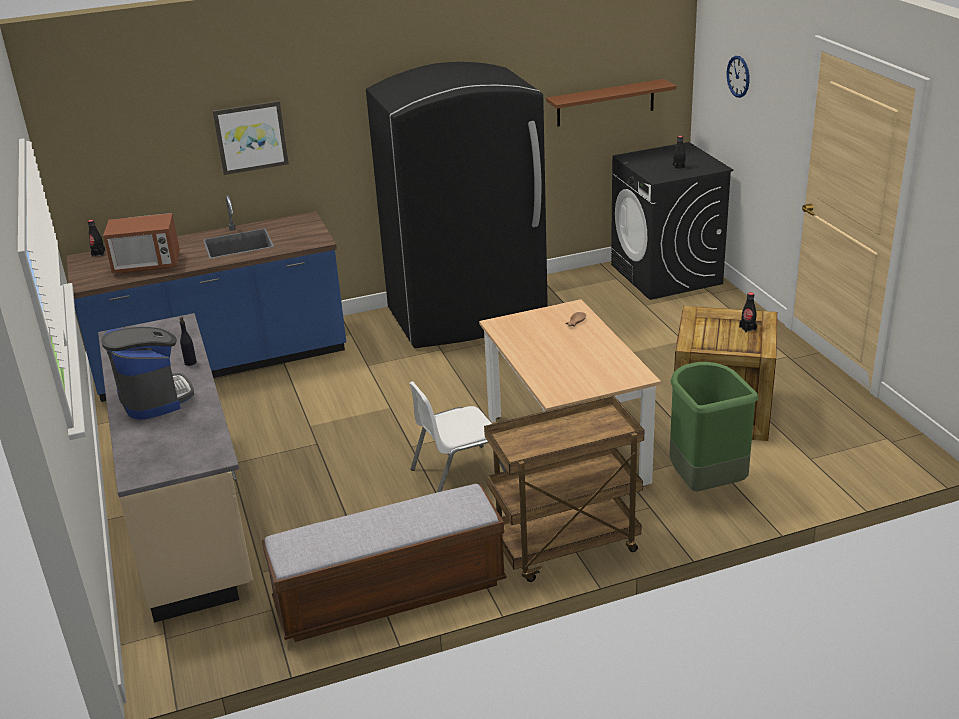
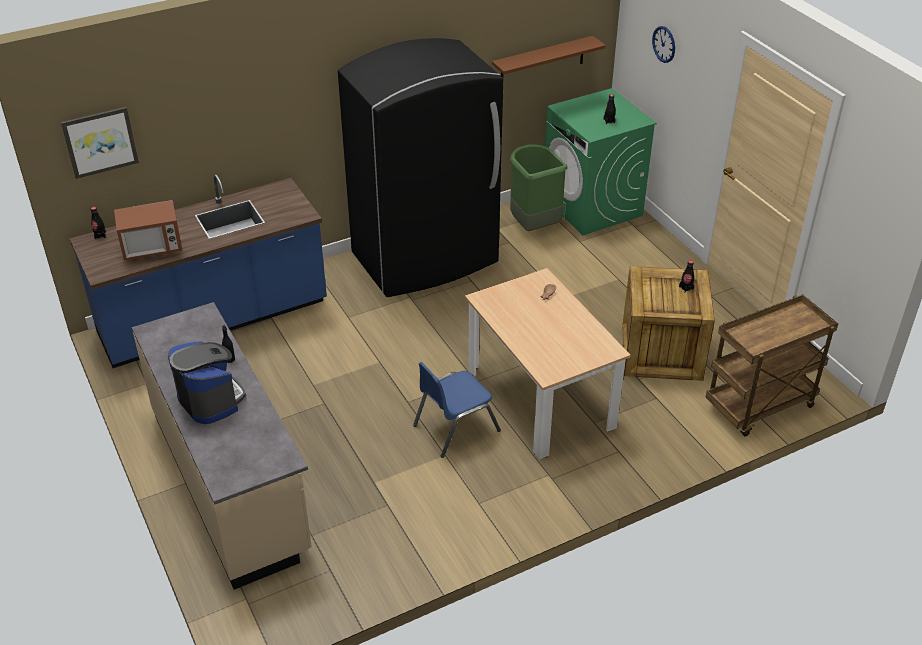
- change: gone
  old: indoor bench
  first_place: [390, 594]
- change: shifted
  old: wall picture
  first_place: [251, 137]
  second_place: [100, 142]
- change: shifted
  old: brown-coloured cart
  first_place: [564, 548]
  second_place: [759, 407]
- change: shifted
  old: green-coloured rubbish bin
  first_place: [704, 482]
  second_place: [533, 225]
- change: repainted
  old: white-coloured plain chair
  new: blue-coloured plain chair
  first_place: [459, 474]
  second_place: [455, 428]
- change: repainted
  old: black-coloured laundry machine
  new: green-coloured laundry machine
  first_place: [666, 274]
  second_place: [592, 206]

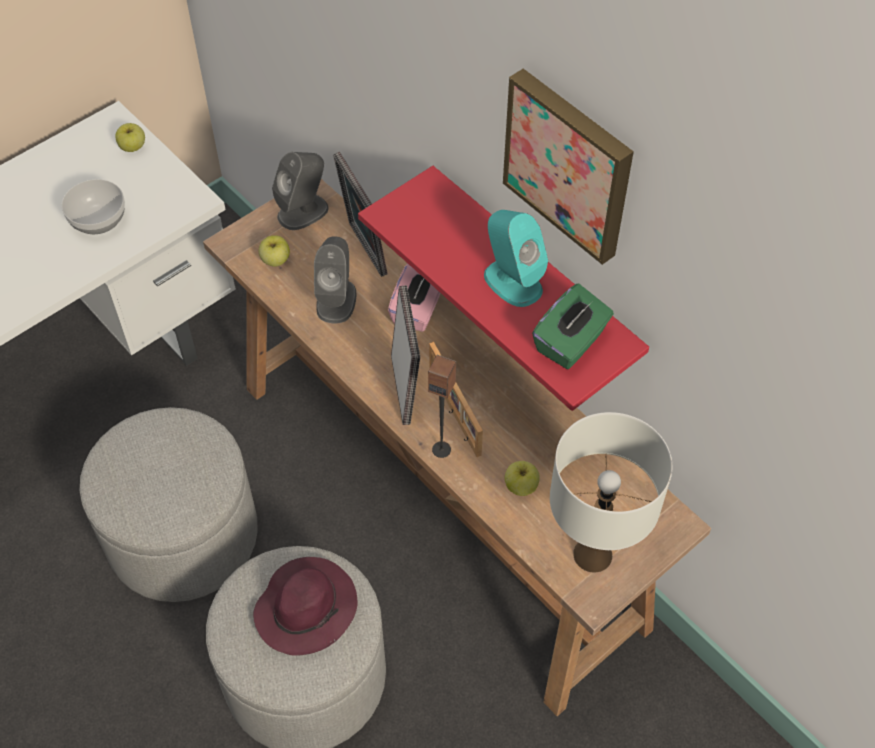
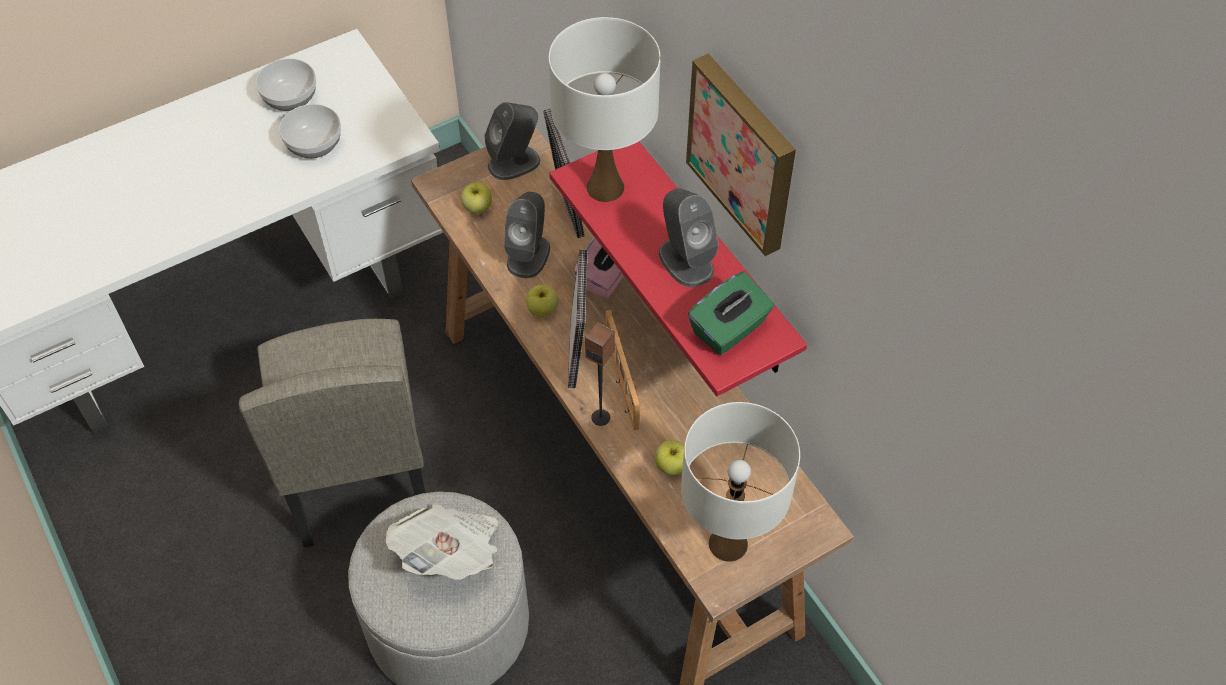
- change: new
  new: bowl
  second_place: [289, 98]
- change: new
  new: white-coloured lamp for a table
  second_place: [605, 188]
- change: shifted
  old: whole apple
  first_place: [133, 147]
  second_place: [543, 310]
- change: swapped
  old: greyish ottoman
  new: sand-coloured plain chair
  first_place: [183, 535]
  second_place: [356, 466]
- change: swapped
  old: purple wearable hat
  new: daily paper
  first_place: [307, 607]
  second_place: [450, 553]
- change: repainted
  old: turquoise-coloured speaker
  new: greyish speaker
  first_place: [512, 281]
  second_place: [685, 261]

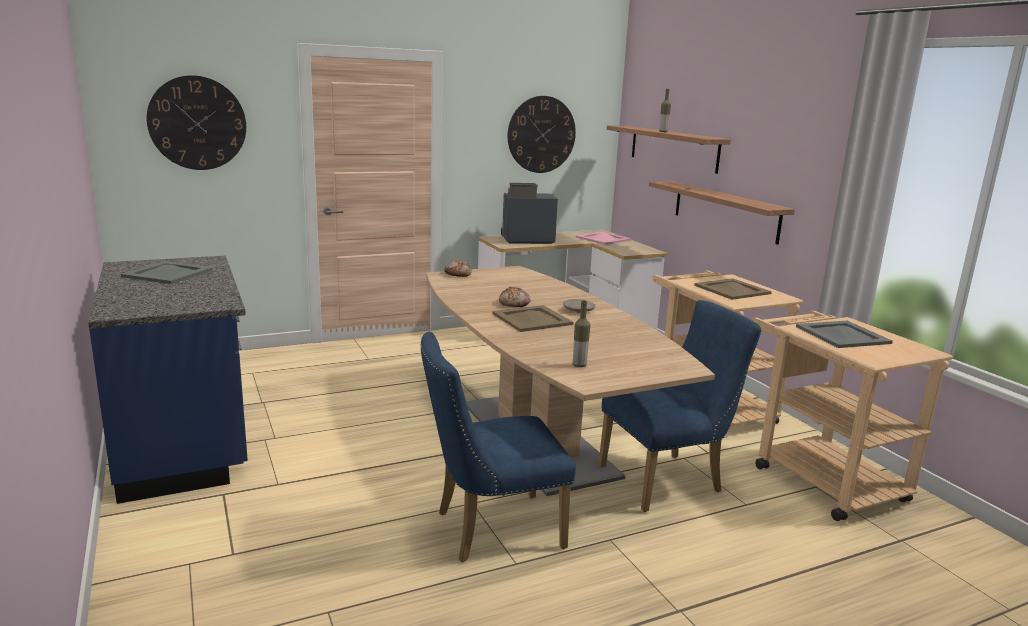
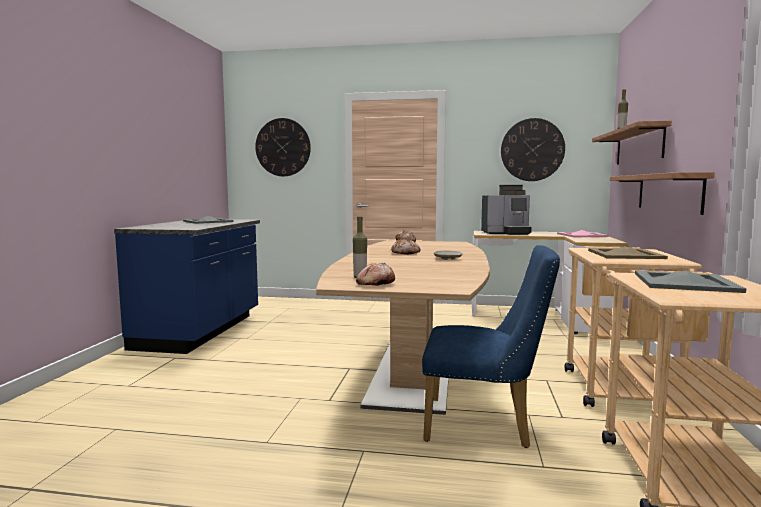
- change: gone
  old: blue-coloured plain chair
  first_place: [489, 530]
- change: gone
  old: sand-coloured serving tray
  first_place: [531, 319]
- change: new
  new: bread
  second_place: [375, 283]
- change: rotated
  old: coffee brewer
  first_place: [525, 240]
  second_place: [506, 233]
  degrees: 150

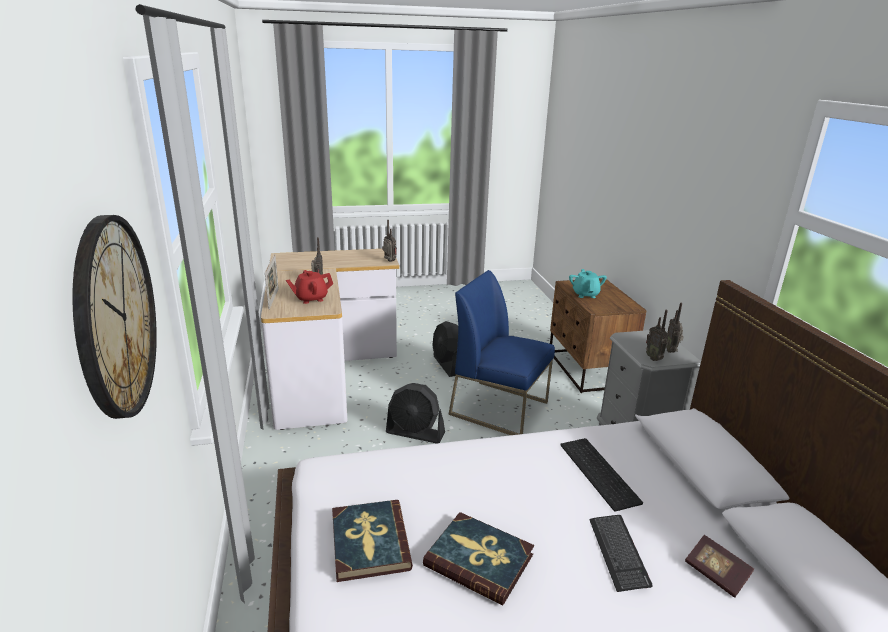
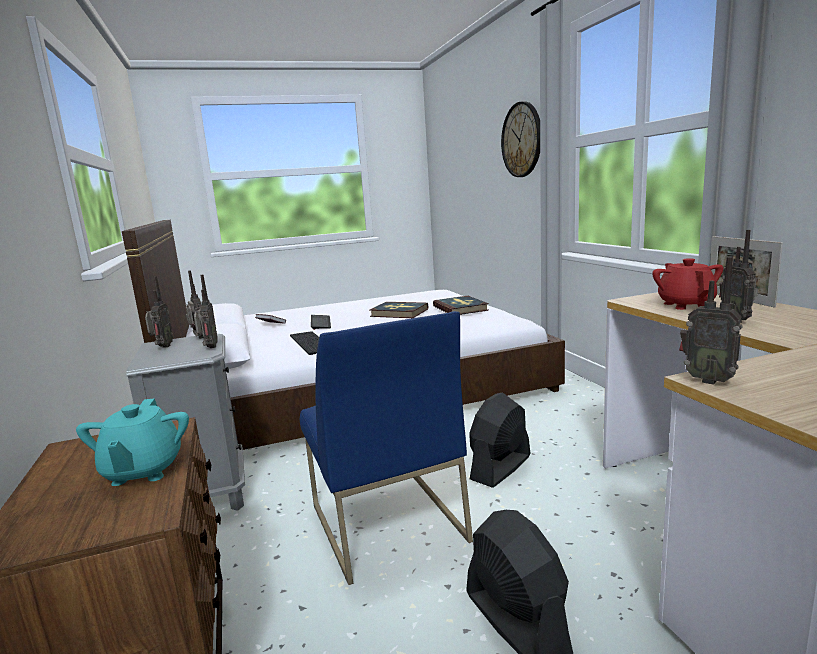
- change: new
  new: radio receiver
  second_place: [209, 348]
- change: rotated
  old: red-coloured tea pot
  first_place: [311, 298]
  second_place: [685, 305]
  degrees: -60
- change: rotated
  old: black-coloured electric fan
  first_place: [415, 433]
  second_place: [500, 467]
  degrees: -60
- change: rotated
  old: blue-coloured plain chair
  first_place: [500, 408]
  second_place: [386, 522]
  degrees: 45

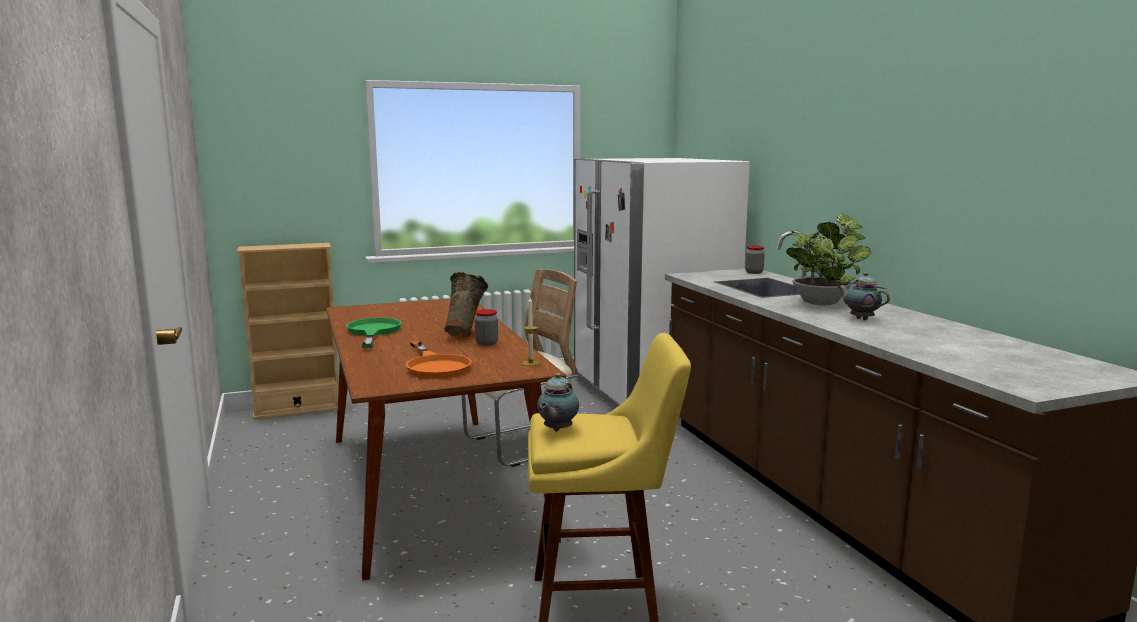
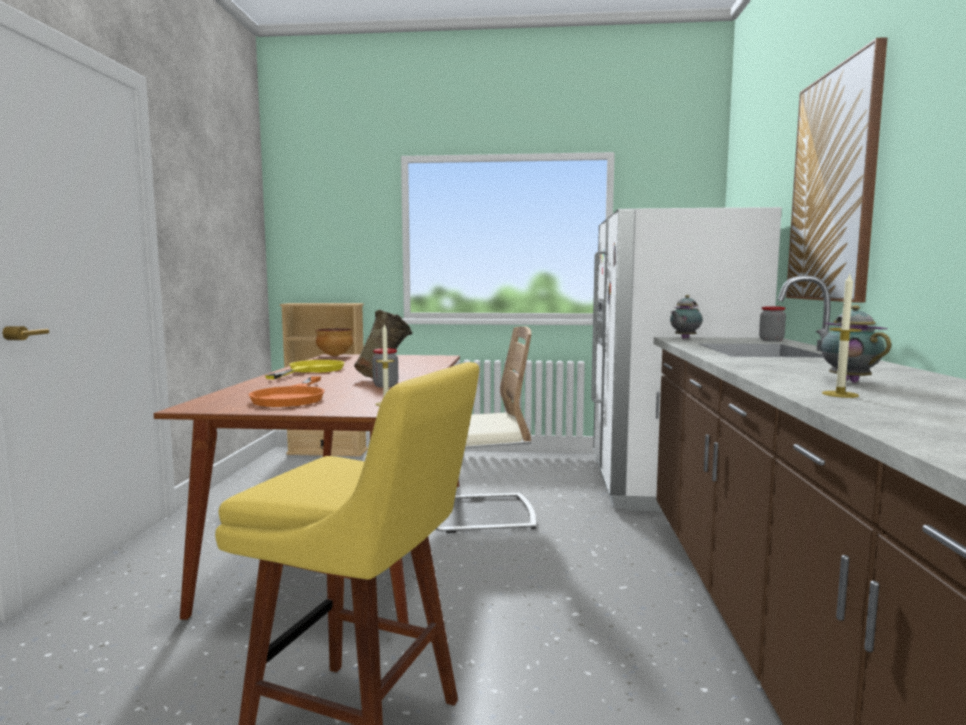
- change: gone
  old: plant in a pot
  first_place: [822, 302]
- change: new
  new: bowl
  second_place: [335, 356]
- change: new
  new: wall picture
  second_place: [834, 186]
- change: new
  new: wax candle
  second_place: [840, 394]
- change: shifted
  old: tea pot
  first_place: [556, 430]
  second_place: [684, 338]
- change: repainted
  old: green-coloured skillet
  new: yellowish skillet
  first_place: [373, 332]
  second_place: [311, 370]

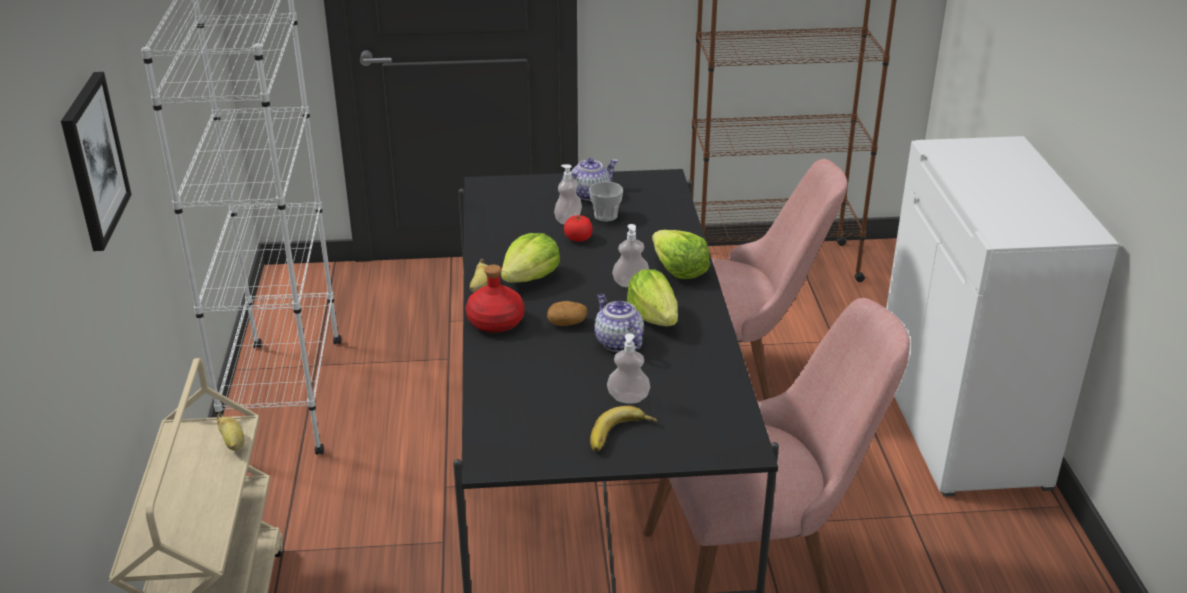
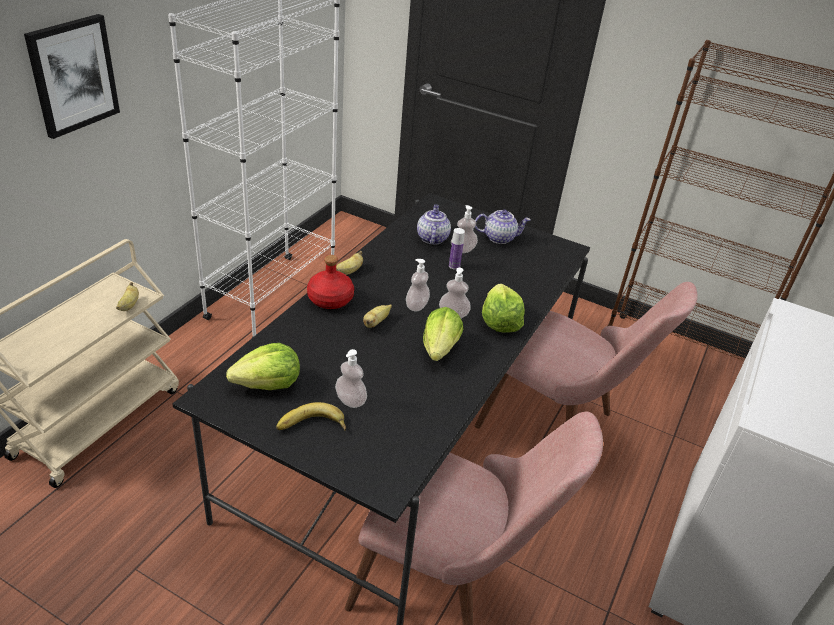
- change: gone
  old: cup
  first_place: [605, 216]
- change: new
  new: liquid soap bottle
  second_place: [416, 306]
- change: shifted
  old: lettuce head
  first_place: [530, 277]
  second_place: [268, 384]
- change: shifted
  old: tea pot
  first_place: [617, 342]
  second_place: [432, 238]
- change: swapped
  old: potato
  new: banana
  first_place: [567, 322]
  second_place: [376, 322]
- change: swapped
  old: fresh tomato
  new: beverage bottle
  first_place: [578, 238]
  second_place: [454, 266]

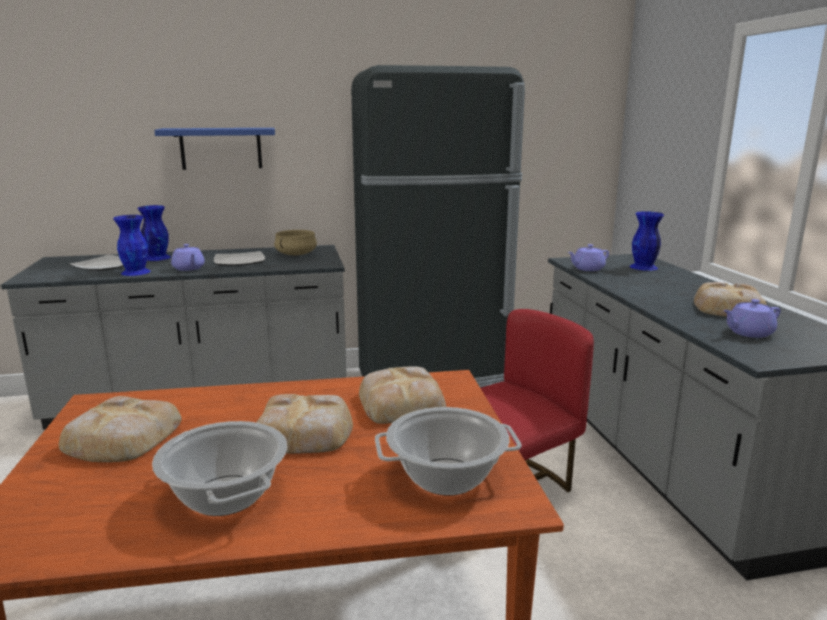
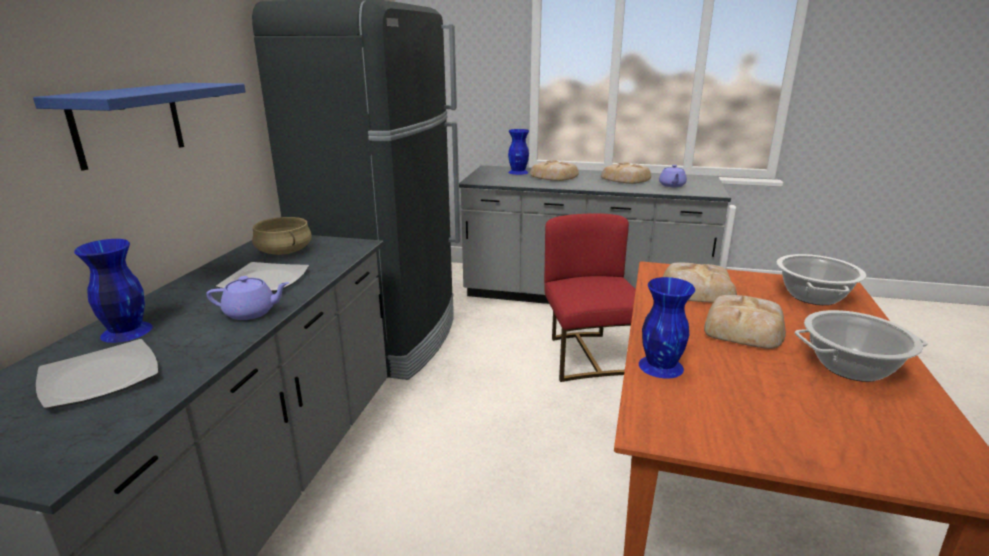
- change: gone
  old: purple tea pot
  first_place: [587, 269]
- change: shifted
  old: bread
  first_place: [120, 438]
  second_place: [554, 176]
- change: shifted
  old: blue-coloured decorative vase
  first_place: [136, 272]
  second_place: [660, 366]

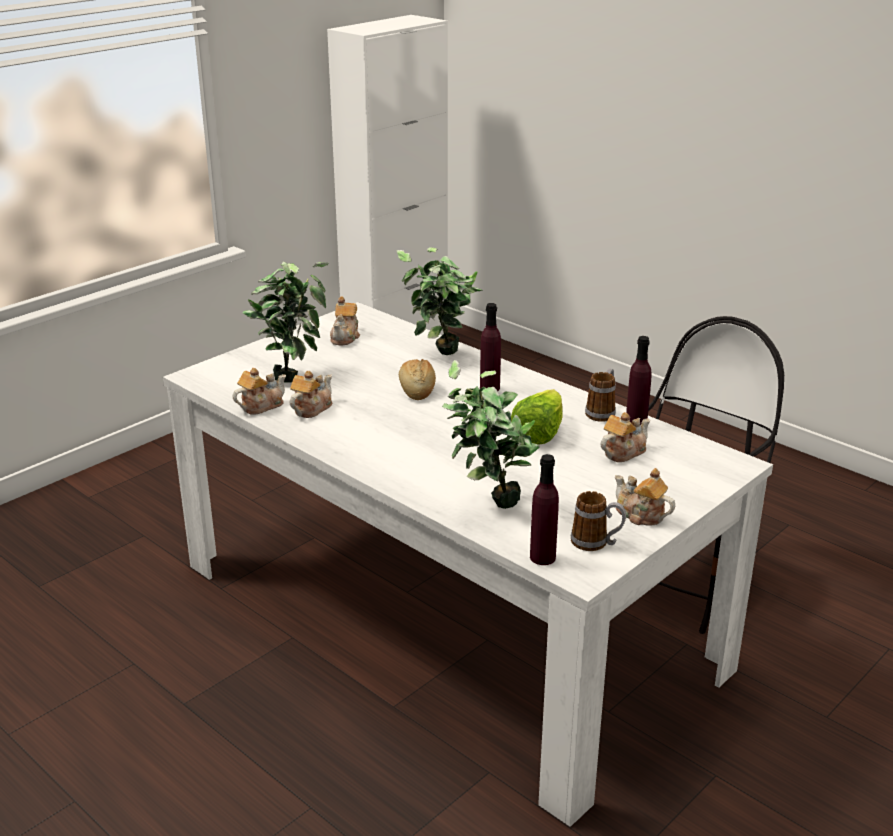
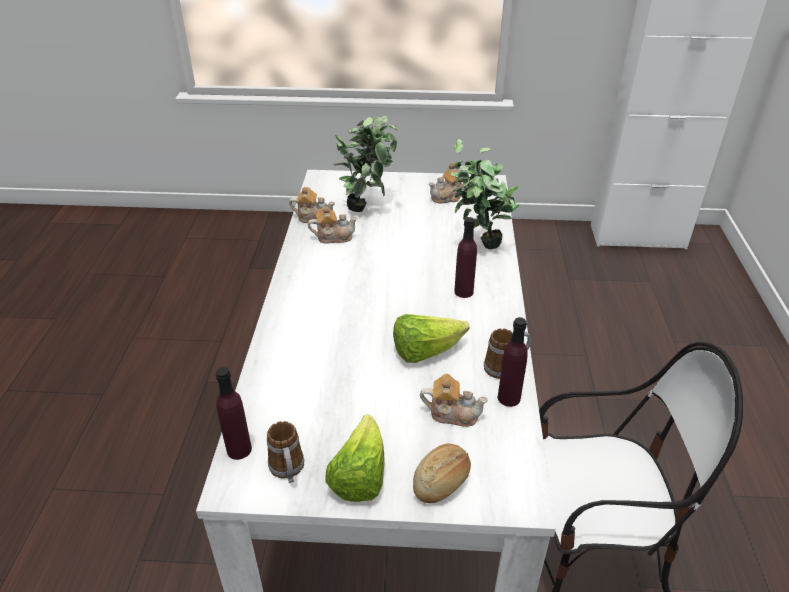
- change: gone
  old: plant in a pot
  first_place: [487, 505]
- change: shifted
  old: bread
  first_place: [417, 389]
  second_place: [442, 481]
- change: swapped
  old: tea pot
  new: lettuce head
  first_place: [640, 515]
  second_place: [359, 476]

